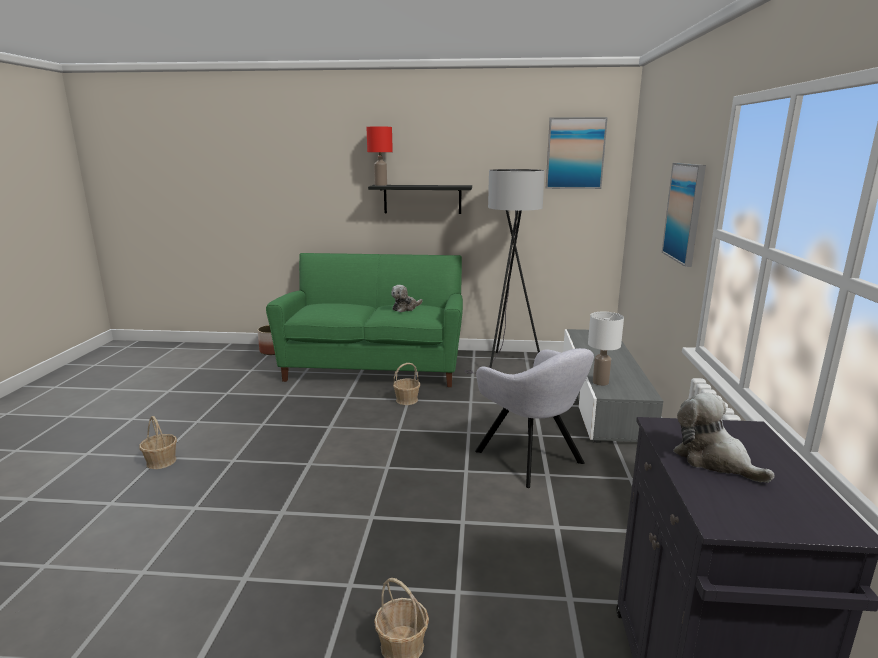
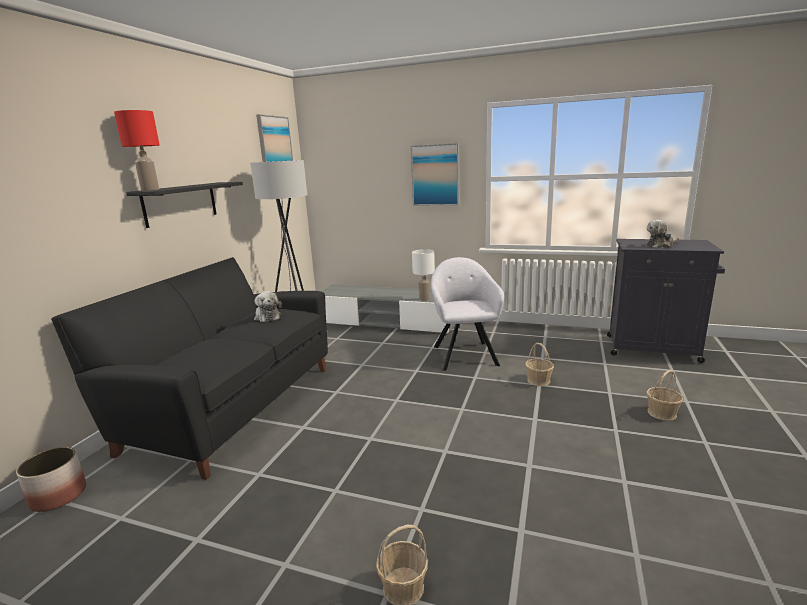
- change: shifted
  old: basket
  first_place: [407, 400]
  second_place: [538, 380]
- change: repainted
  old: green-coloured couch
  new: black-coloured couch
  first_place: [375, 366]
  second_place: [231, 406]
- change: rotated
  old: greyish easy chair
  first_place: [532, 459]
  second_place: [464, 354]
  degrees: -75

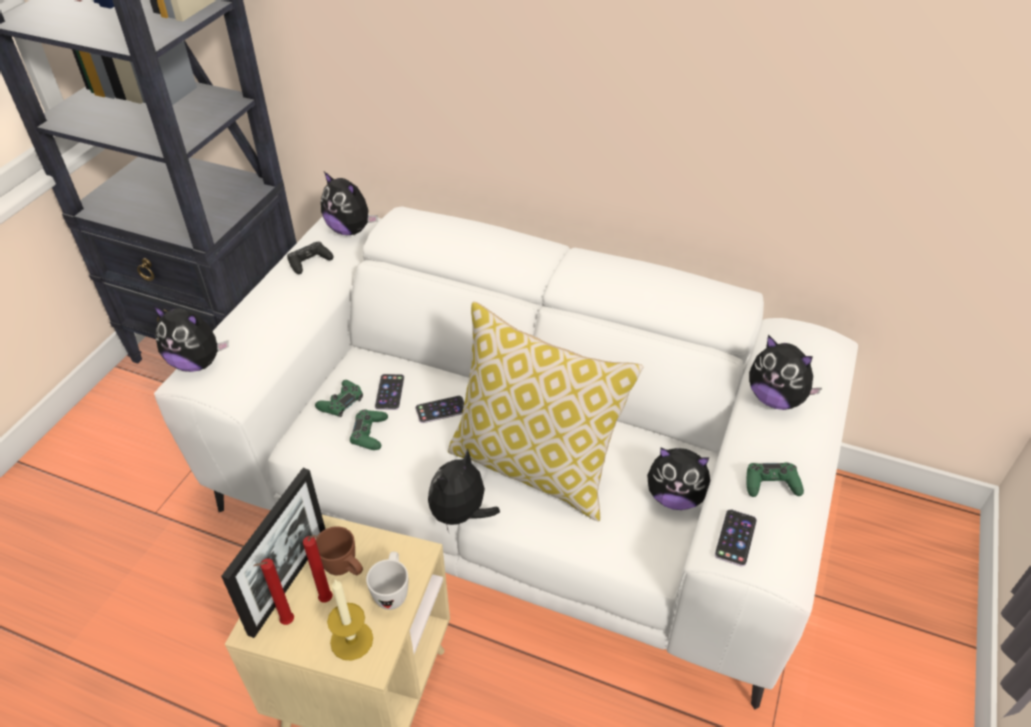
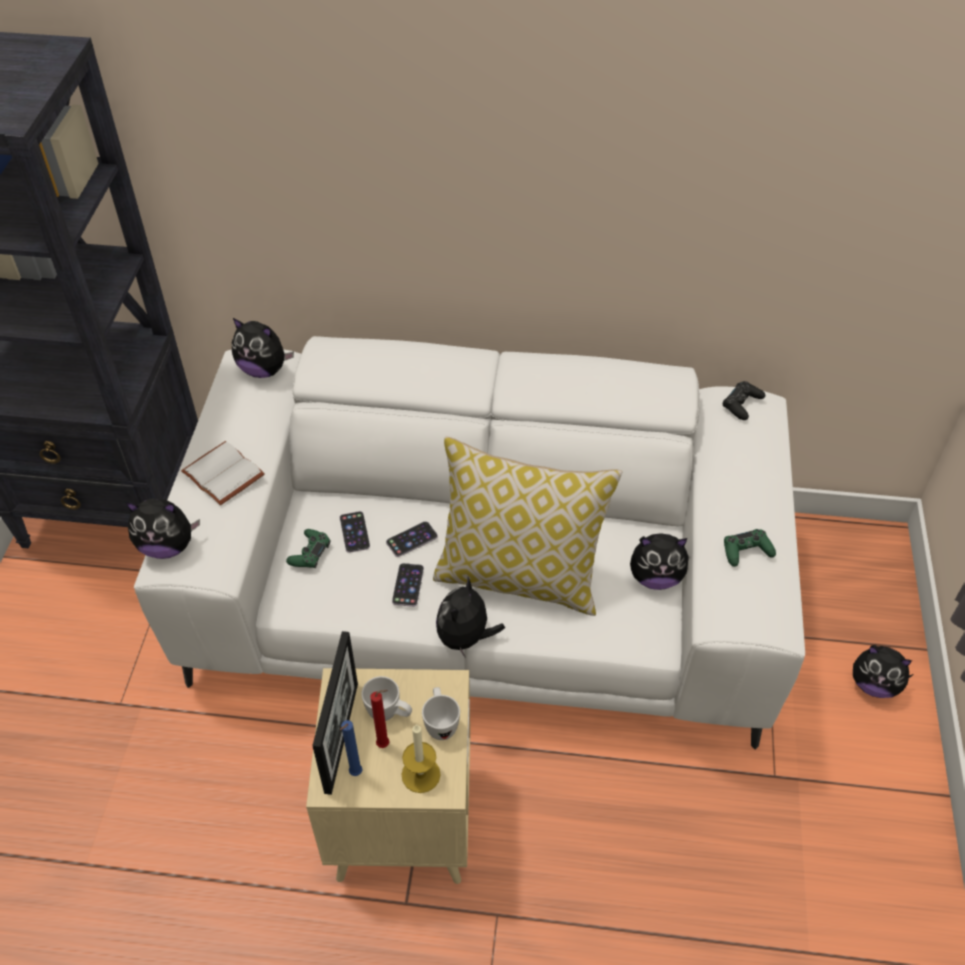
- change: gone
  old: green-coloured gamepad
  first_place: [369, 433]
- change: new
  new: white-coloured book
  second_place: [221, 475]
- change: shifted
  old: black-coloured gamepad
  first_place: [309, 262]
  second_place: [742, 404]
- change: shifted
  old: telephone
  first_place: [735, 537]
  second_place: [408, 585]
- change: shifted
  old: soft toy
  first_place: [775, 398]
  second_place: [874, 684]
- change: repainted
  old: red-coloured wax candle
  new: blue-coloured wax candle
  first_place: [285, 623]
  second_place: [354, 774]
- change: repainted
  old: brown-coloured tea mug
  new: white-coloured tea mug
  first_place: [345, 569]
  second_place: [389, 714]

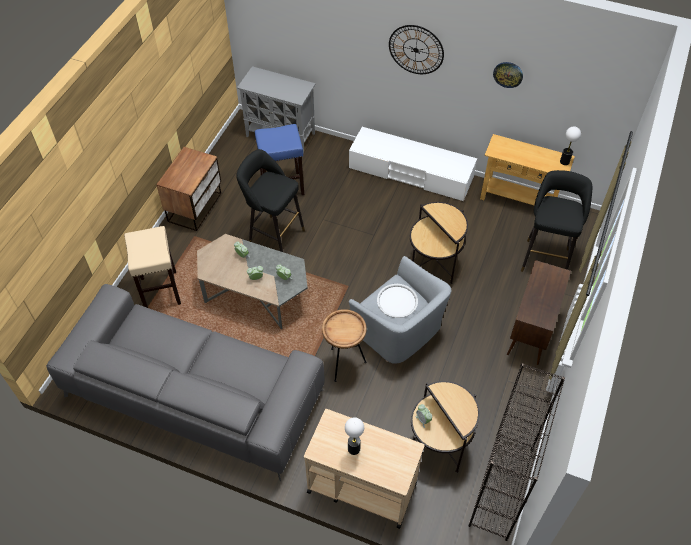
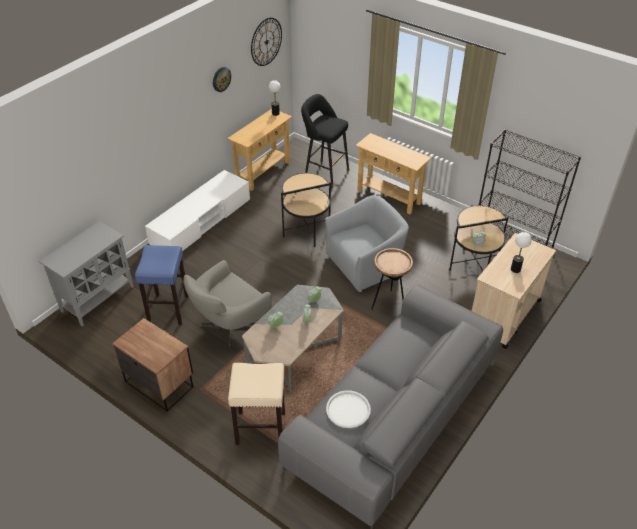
- change: shifted
  old: white-coloured serving tray
  first_place: [397, 301]
  second_place: [348, 409]
- change: shifted
  old: hanging clock
  first_place: [416, 50]
  second_place: [266, 42]
- change: swapped
  old: black-coloured stool
  new: greyish easy chair
  first_place: [274, 236]
  second_place: [229, 326]
- change: swapped
  old: brown-coloured cabinet
  new: sand-coloured console table
  first_place: [531, 332]
  second_place: [388, 197]

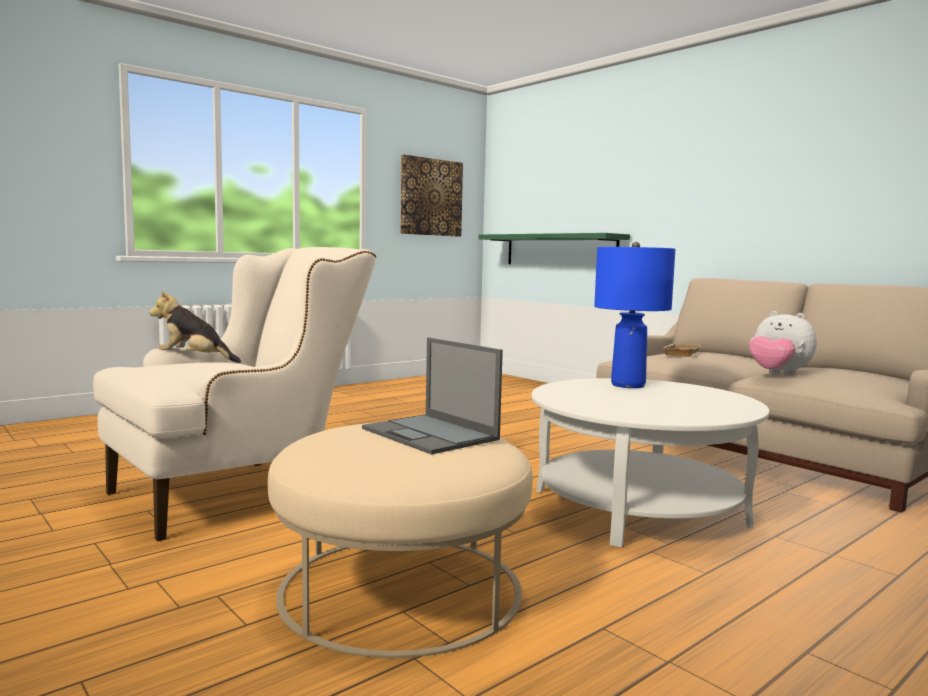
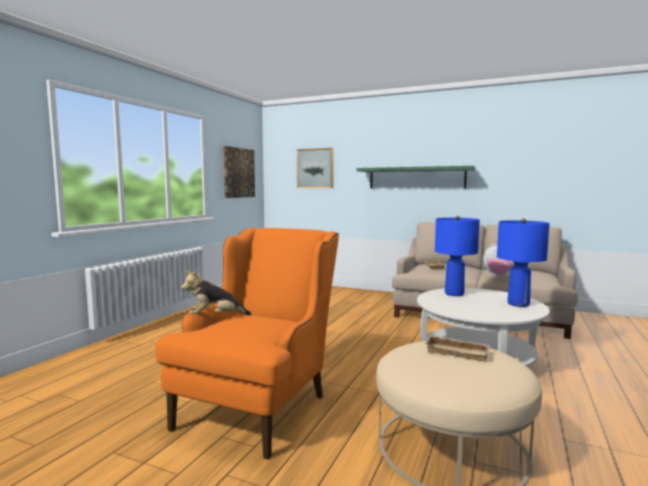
- change: new
  new: wall picture
  second_place: [315, 168]
- change: new
  new: blue-coloured lamp for a table
  second_place: [518, 304]
- change: shifted
  old: green-coloured shelf
  first_place: [560, 250]
  second_place: [416, 178]
- change: swapped
  old: laptop
  new: sand-coloured serving tray
  first_place: [431, 434]
  second_place: [458, 352]
- change: repainted
  old: sand-coloured easy chair
  new: orangey easy chair
  first_place: [239, 491]
  second_place: [260, 404]

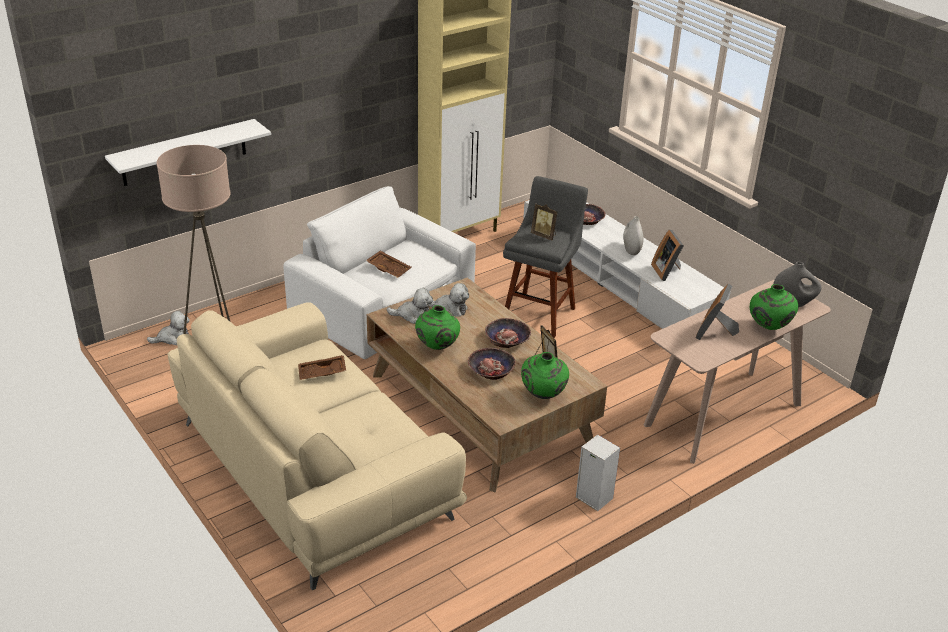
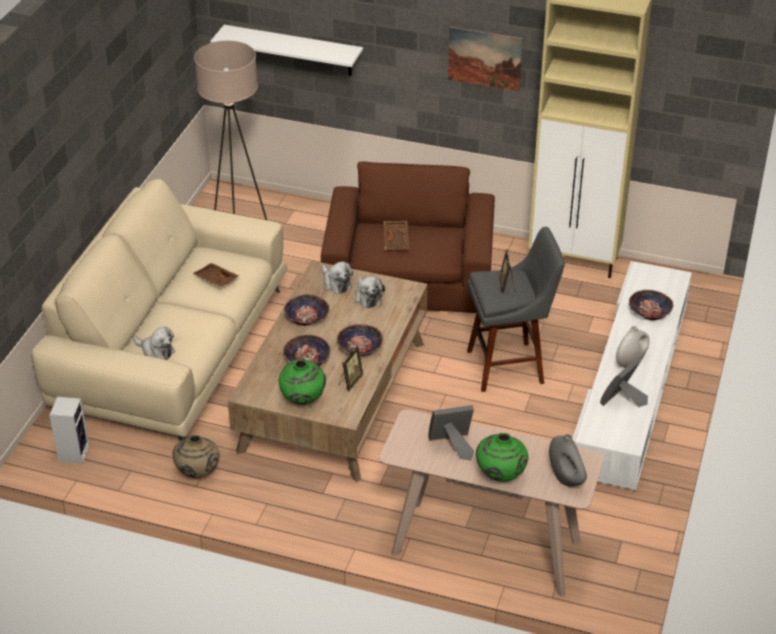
- change: new
  new: sand-coloured decorative vase
  second_place: [198, 473]
- change: new
  new: wall picture
  second_place: [485, 58]
- change: shifted
  old: soft toy
  first_place: [172, 338]
  second_place: [156, 351]
- change: shifted
  old: speaker
  first_place: [592, 497]
  second_place: [73, 452]
- change: swapped
  old: green-coloured decorative vase
  new: bowl
  first_place: [437, 347]
  second_place: [307, 316]
- change: repainted
  old: white-coloured easy chair
  new: brown-coloured easy chair
  first_place: [384, 306]
  second_place: [409, 277]

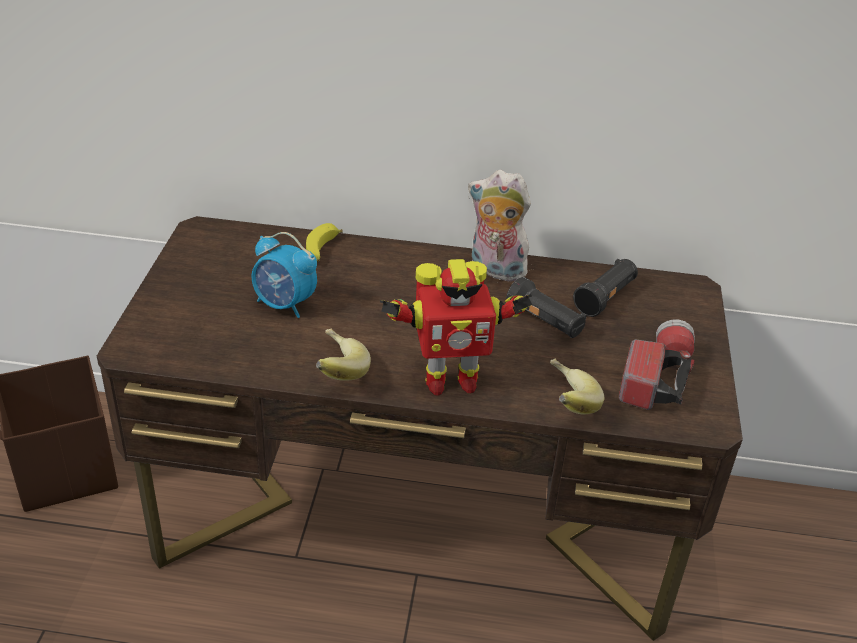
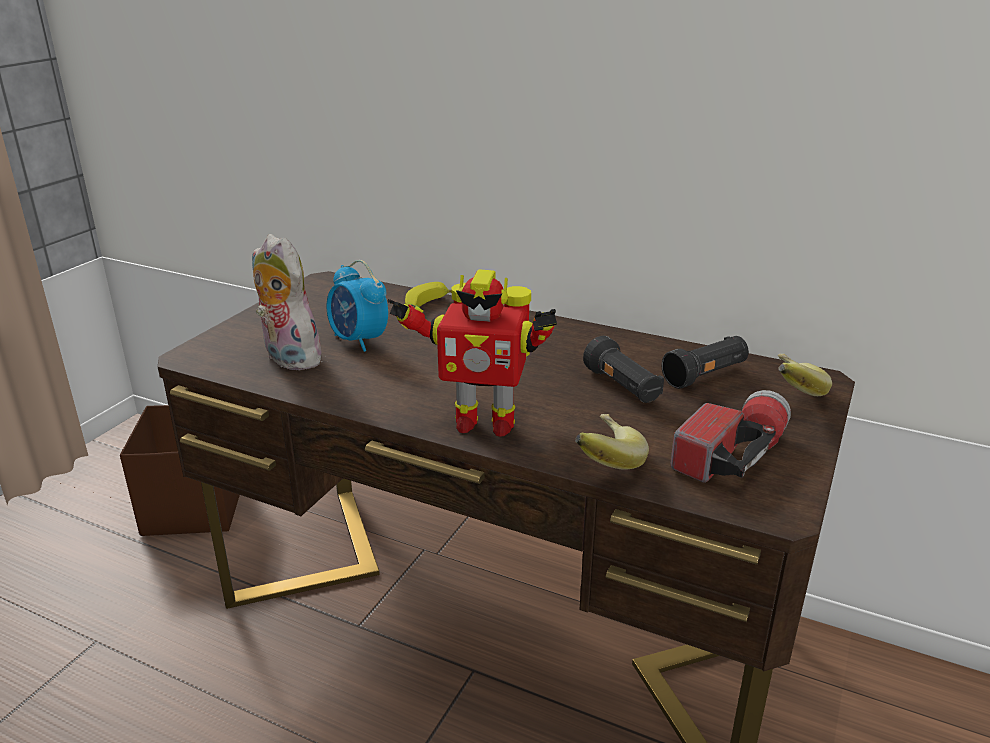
- change: shifted
  old: banana
  first_place: [334, 372]
  second_place: [787, 393]
- change: shifted
  old: soft toy
  first_place: [495, 270]
  second_place: [288, 359]

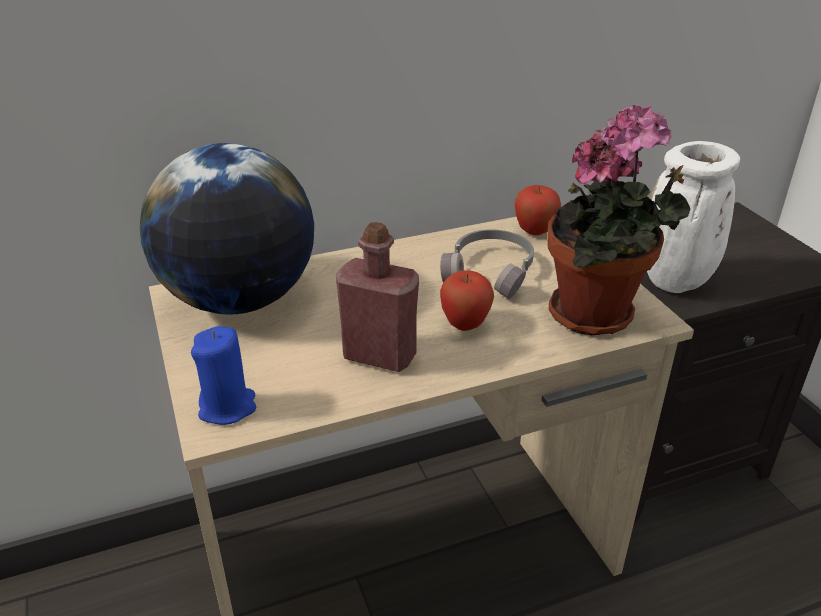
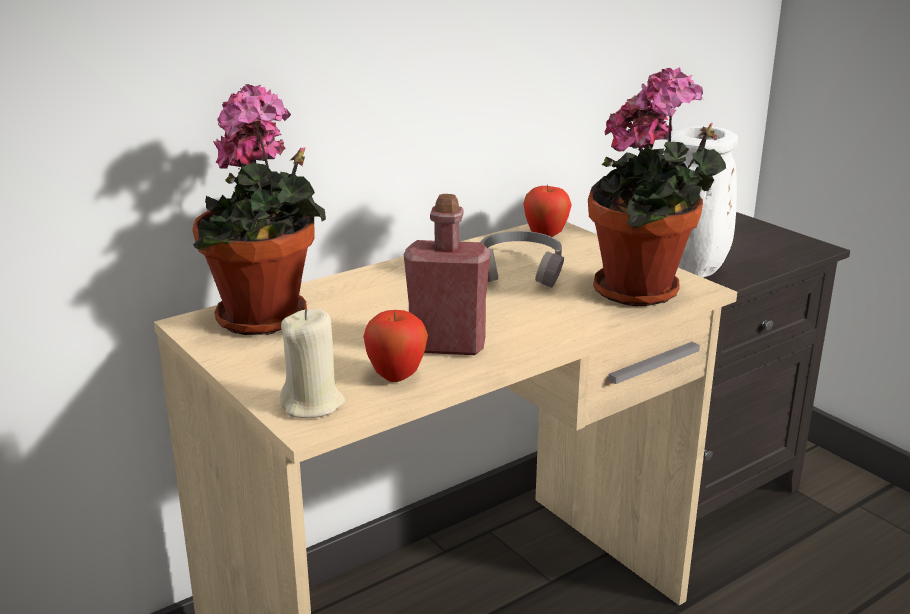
- change: shifted
  old: whole apple
  first_place: [465, 325]
  second_place: [396, 376]
- change: swapped
  old: desk globe
  new: plant in a pot
  first_place: [239, 300]
  second_place: [267, 320]
- change: repainted
  old: blue-coloured wax candle
  new: sand-coloured wax candle
  first_place: [228, 407]
  second_place: [313, 404]

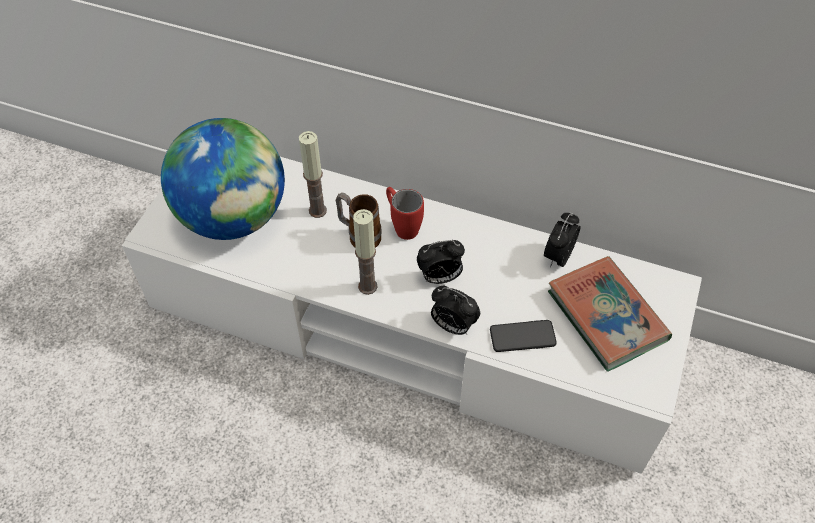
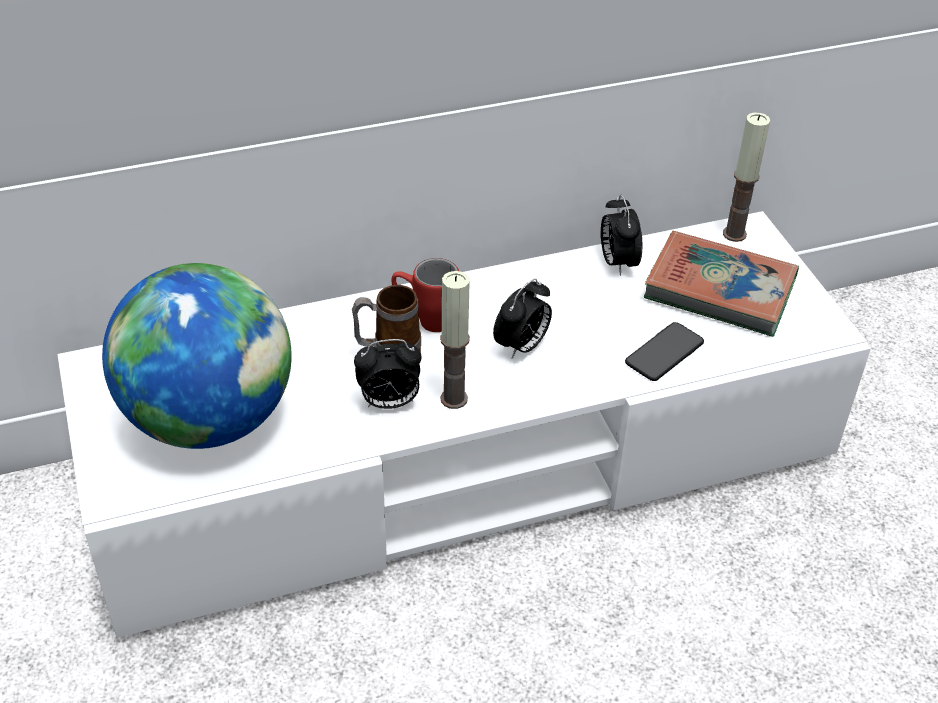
- change: shifted
  old: wax candle
  first_place: [317, 210]
  second_place: [734, 234]
- change: shifted
  old: alarm clock
  first_place: [452, 325]
  second_place: [389, 402]

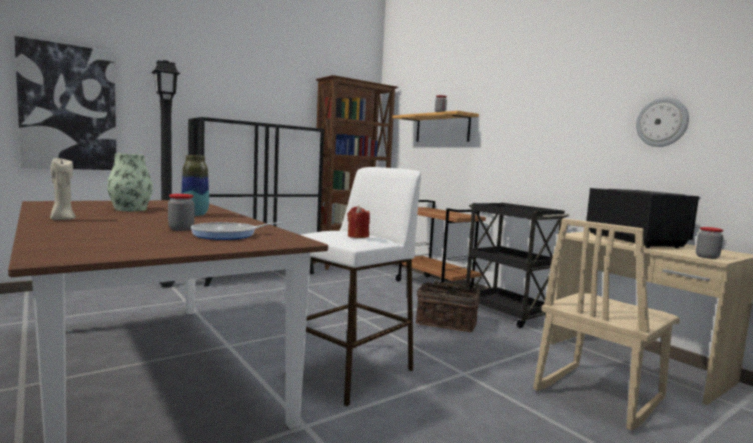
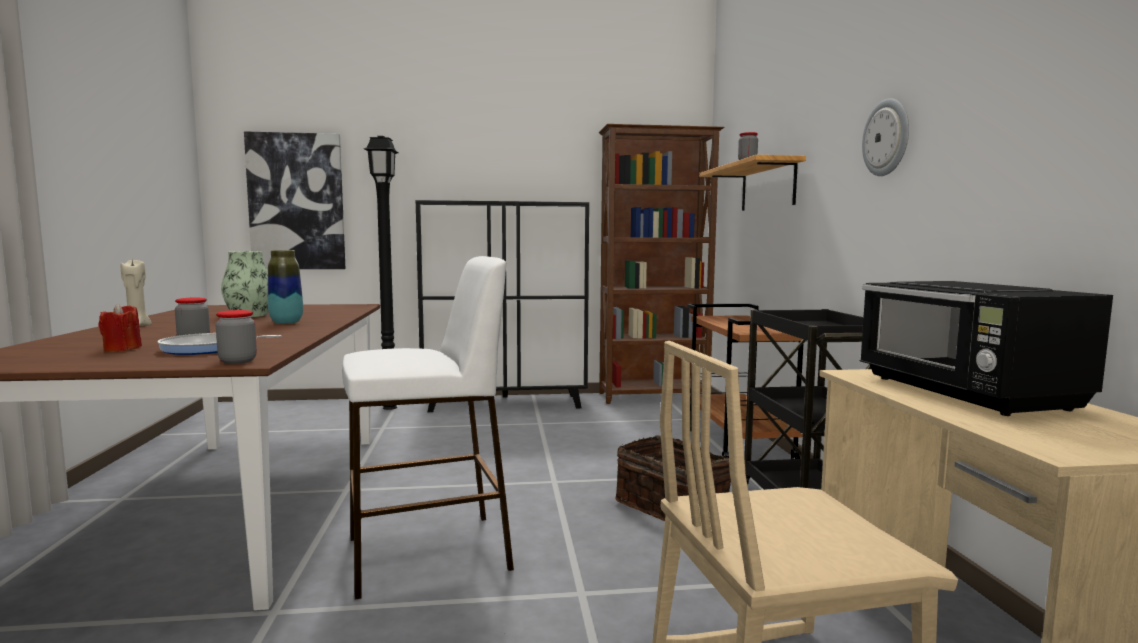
- change: shifted
  old: red-coloured wax candle
  first_place: [358, 236]
  second_place: [122, 349]
- change: shifted
  old: hanging clock
  first_place: [662, 122]
  second_place: [887, 138]
- change: shifted
  old: jar
  first_place: [707, 257]
  second_place: [237, 361]
- change: rotated
  old: black-coloured kitchen microwave
  first_place: [634, 241]
  second_place: [966, 393]
  degrees: 150

